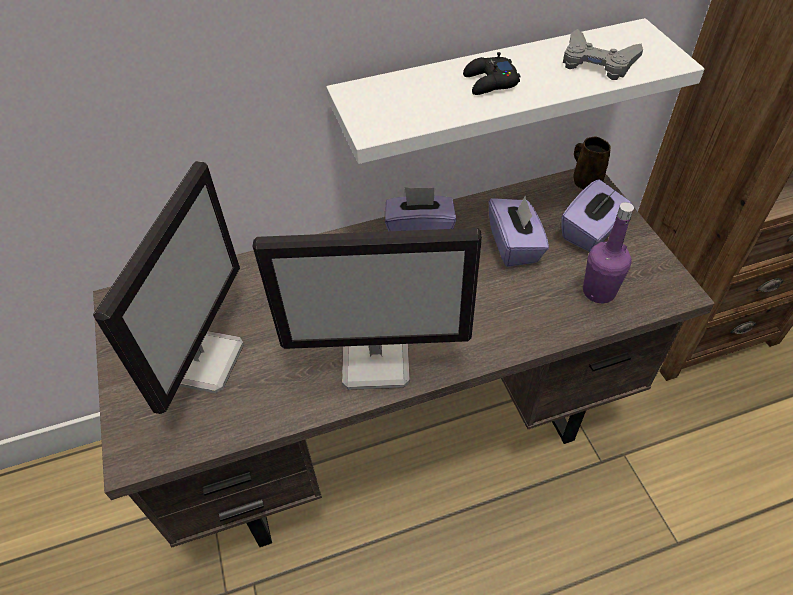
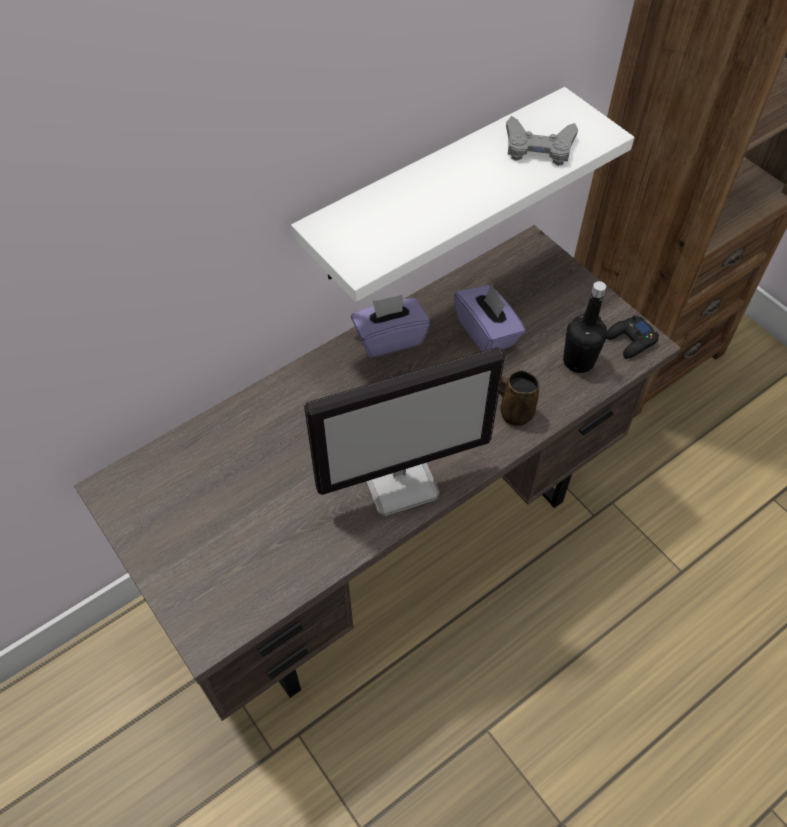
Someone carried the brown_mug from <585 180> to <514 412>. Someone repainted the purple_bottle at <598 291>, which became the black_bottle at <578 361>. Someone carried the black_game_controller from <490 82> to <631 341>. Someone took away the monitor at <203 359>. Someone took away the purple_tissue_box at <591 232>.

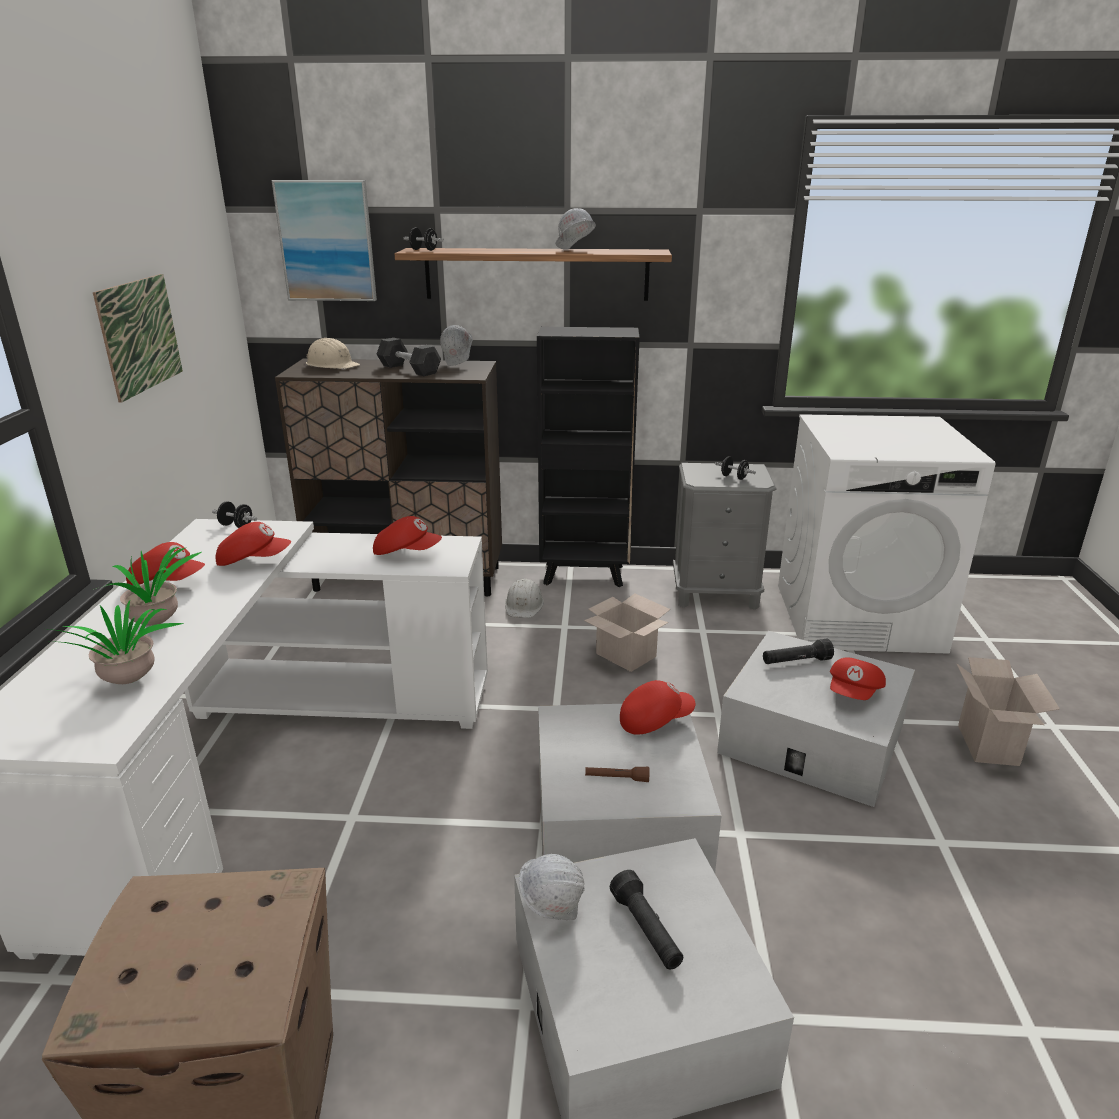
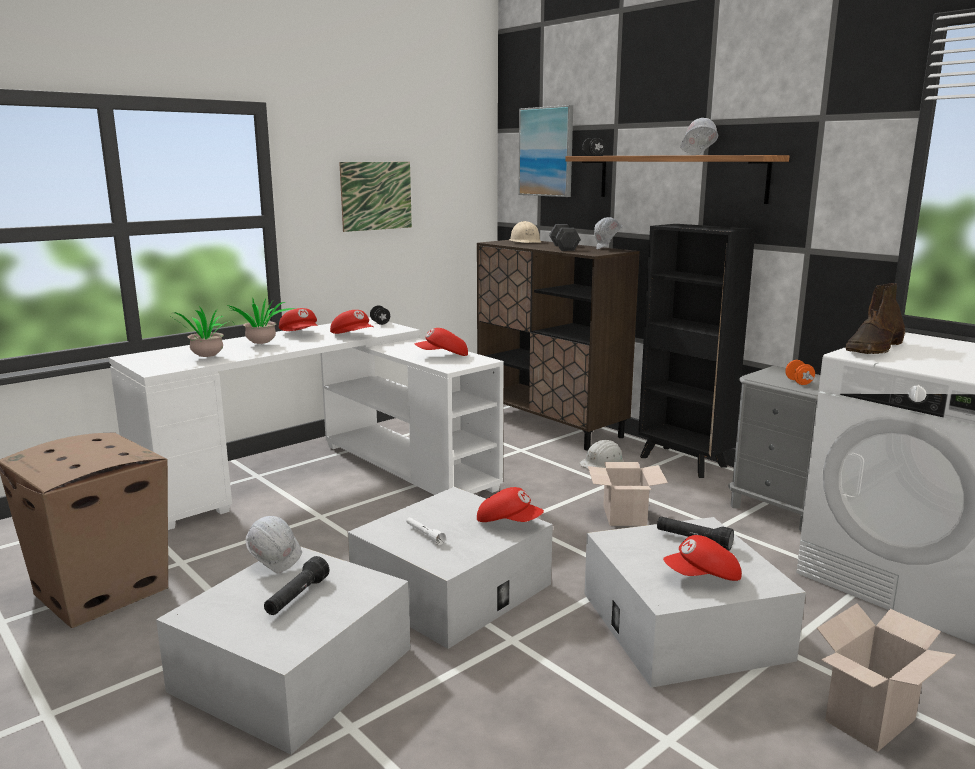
Someone repainted the brown_flashlight at <617 778>, which became the white_flashlight at <424 535>. Someone rotated the red_cap at <407 552> by 105 degrees clockwise. Someone repainted the black_dumbbell at <734 477>, which became the orange_dumbbell at <798 382>. Someone put down the brown_boot at <874 349>.

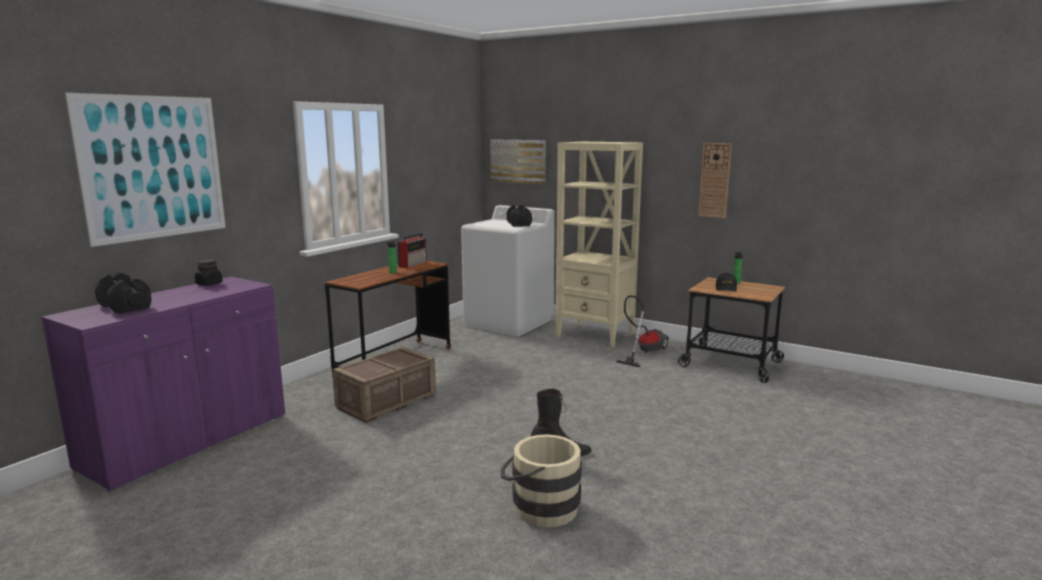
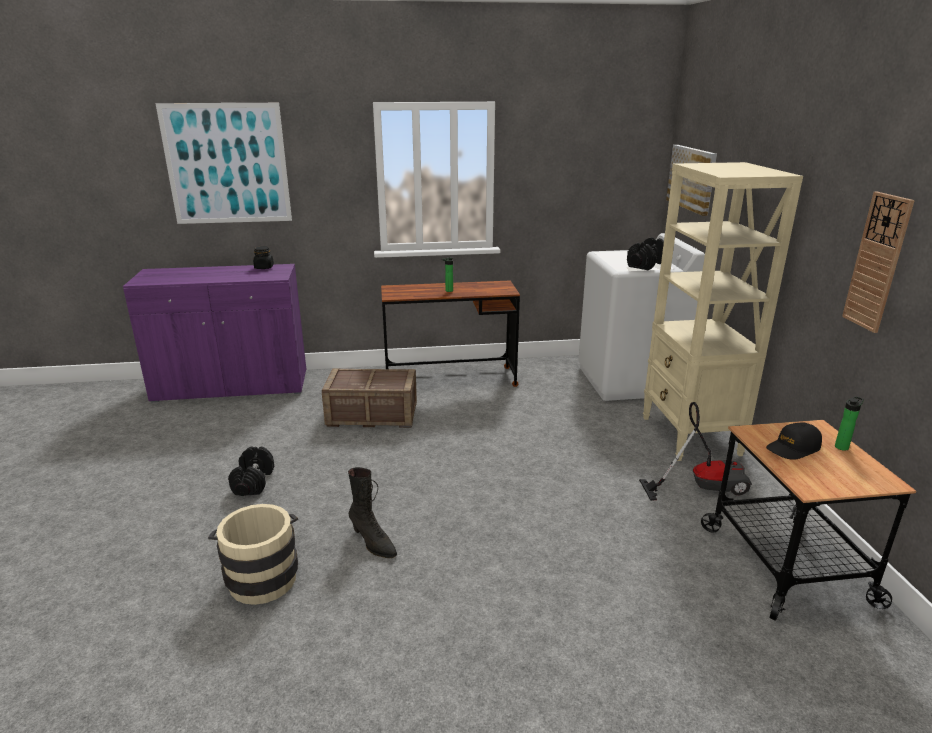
Someone carried the black_dumbbell from <124 307> to <253 482>. Someone took away the radio at <413 264>.

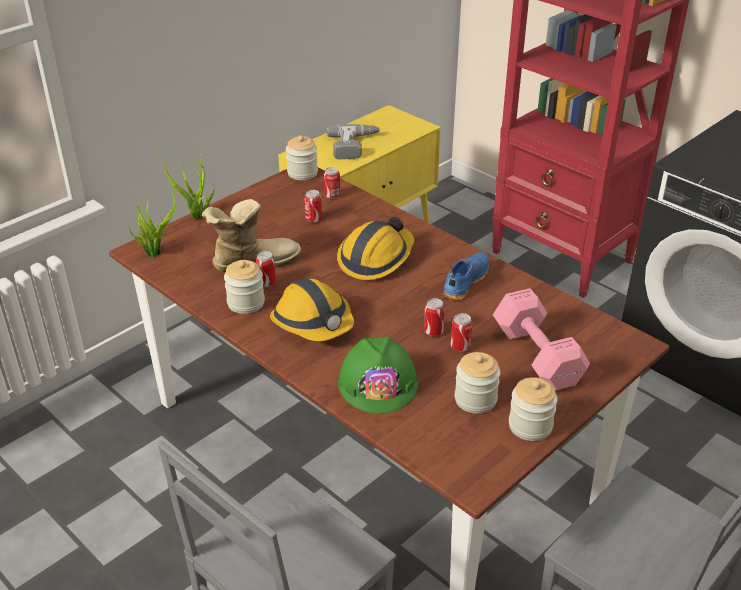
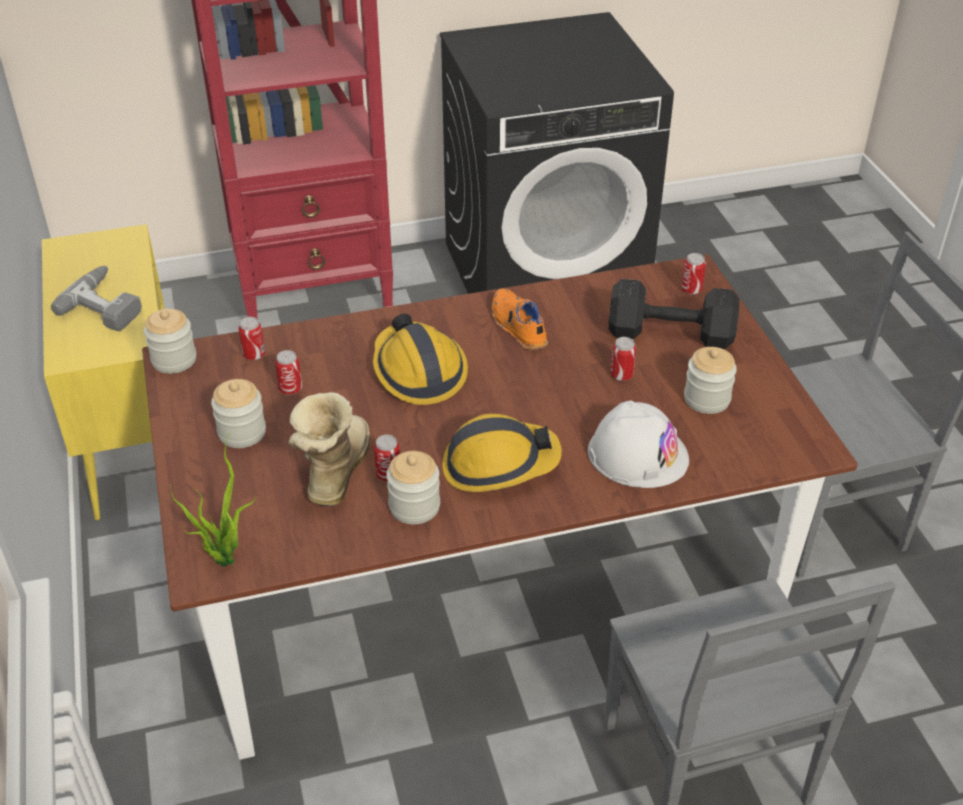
Someone carried the jar from <530 426> to <242 432>. Someone repainted the blue_shoe at <464 282>, which became the orange_shoe at <517 327>. Someone repainted the green_hard_hat at <378 383>, which became the white_hard_hat at <637 454>. Someone repainted the pink_dumbbell at <536 354>, which became the black_dumbbell at <667 333>. Someone carried the can from <433 331> to <691 290>. Someone took away the potted_plant at <197 217>.

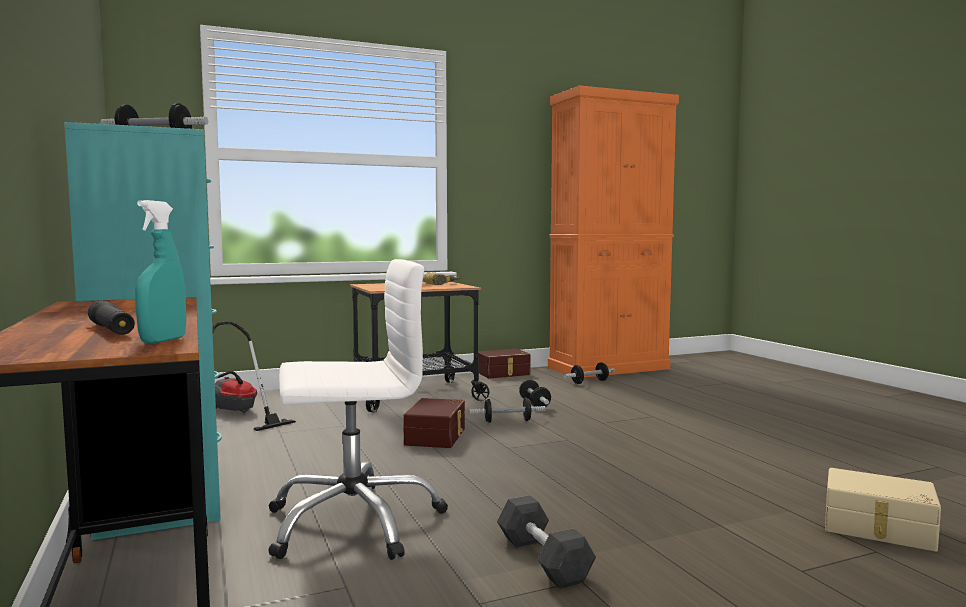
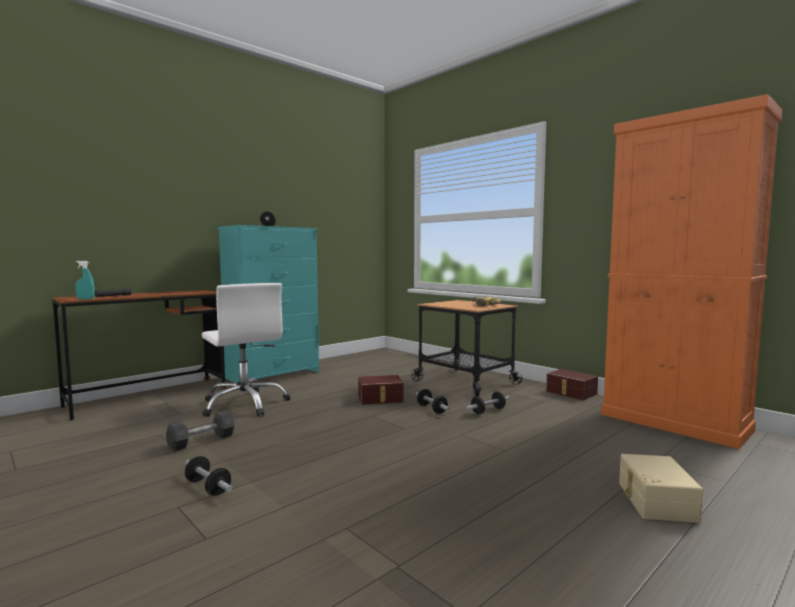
Someone carried the dumbbell from <589 382> to <208 487>. Someone carried the beige_storage_box from <878 528> to <654 501>. Someone took away the vacuum_cleaner at <238 414>.

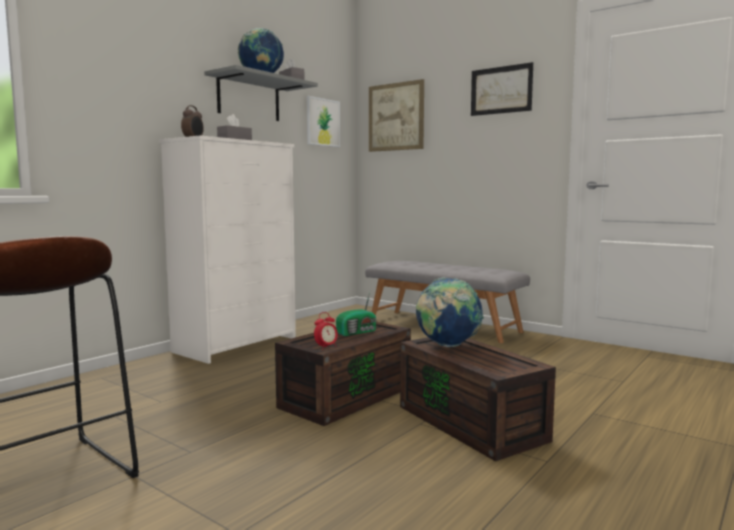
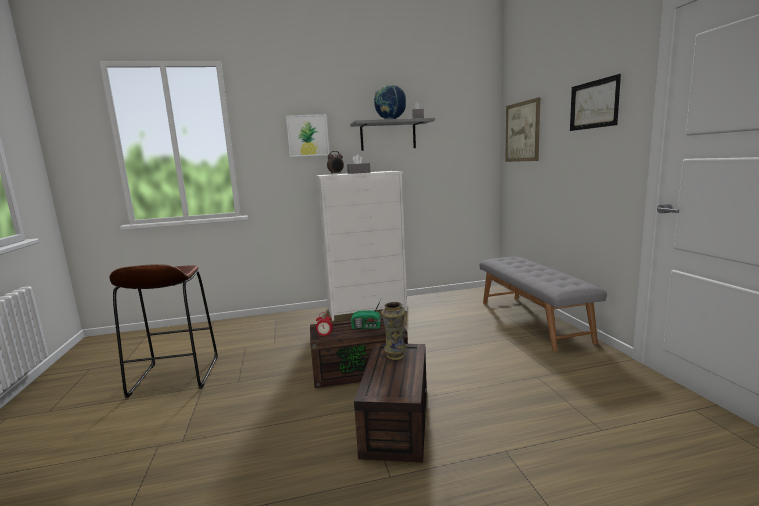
Someone carried the picture from <322 122> to <308 135>. Someone swapped the globe at <447 346> for the vase at <395 356>.

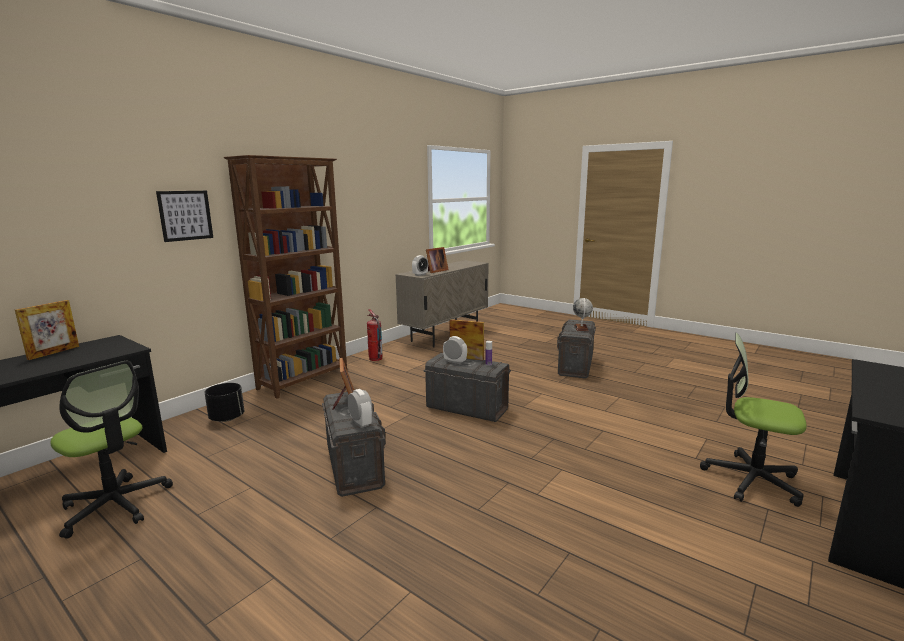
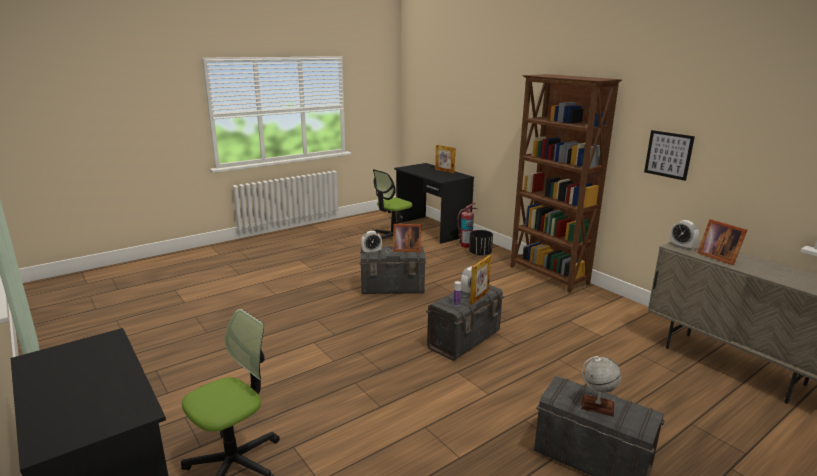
Someone carried the fire_extinguisher from <375 359> to <465 245>. Someone carried the picture from <185 215> to <668 154>.

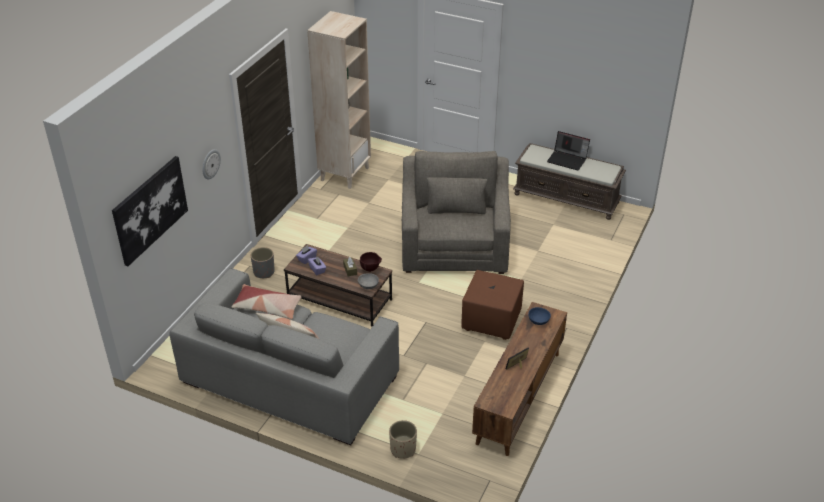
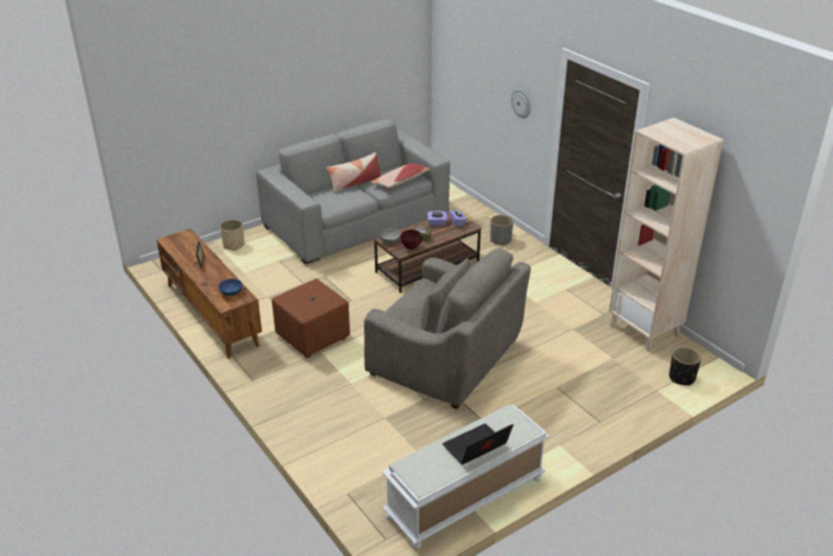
Someone repainted the brown_bench at <567 198>, which became the white_bench at <465 498>. Someone put down the black_planter at <682 378>. Someone took away the picture at <150 209>.

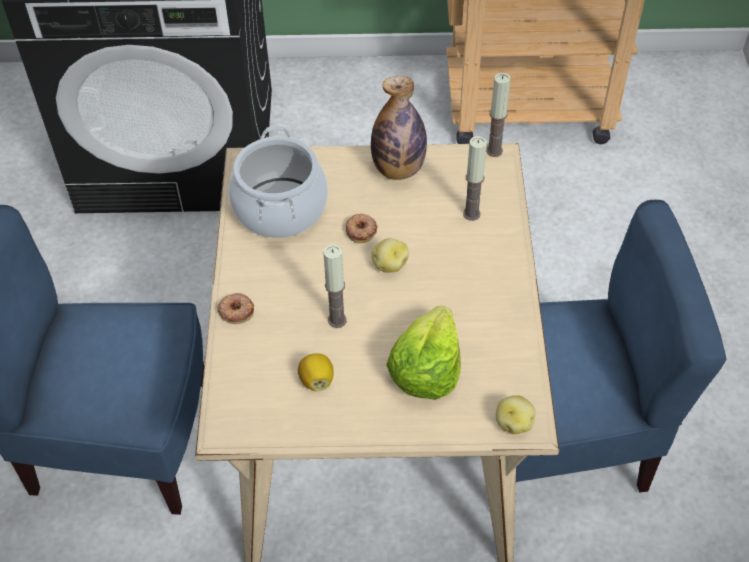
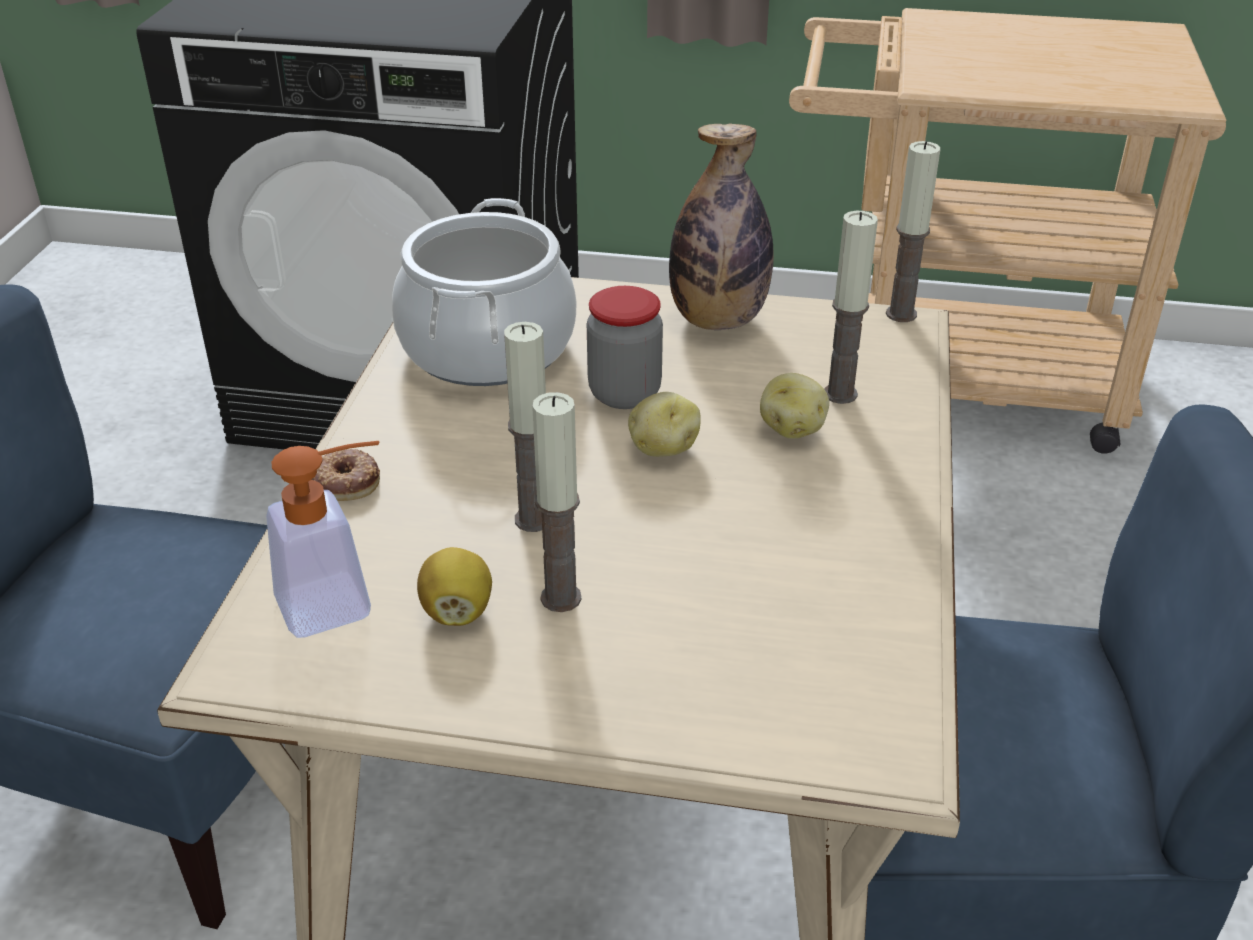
Someone put down the soap_dispenser at <341 601>. Someone put down the candle at <561 598>. Someone swapped the donut at <361 230> for the jar at <624 394>. Someone carried the potato from <514 422> to <792 428>. Someone took away the lettuce at <426 370>.

